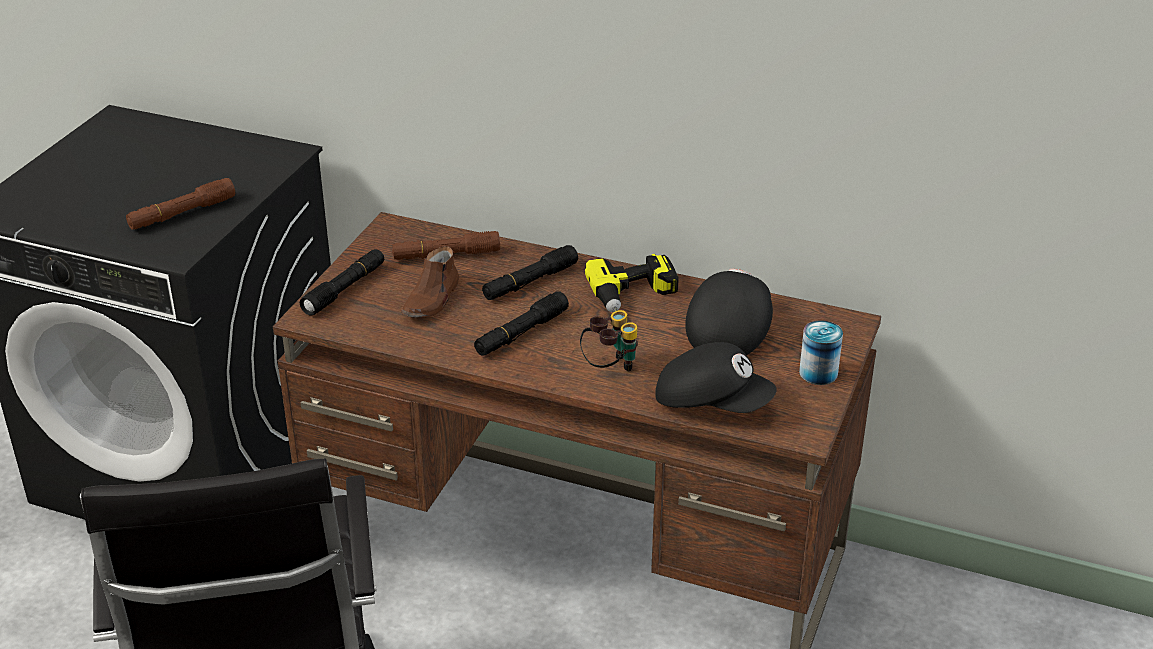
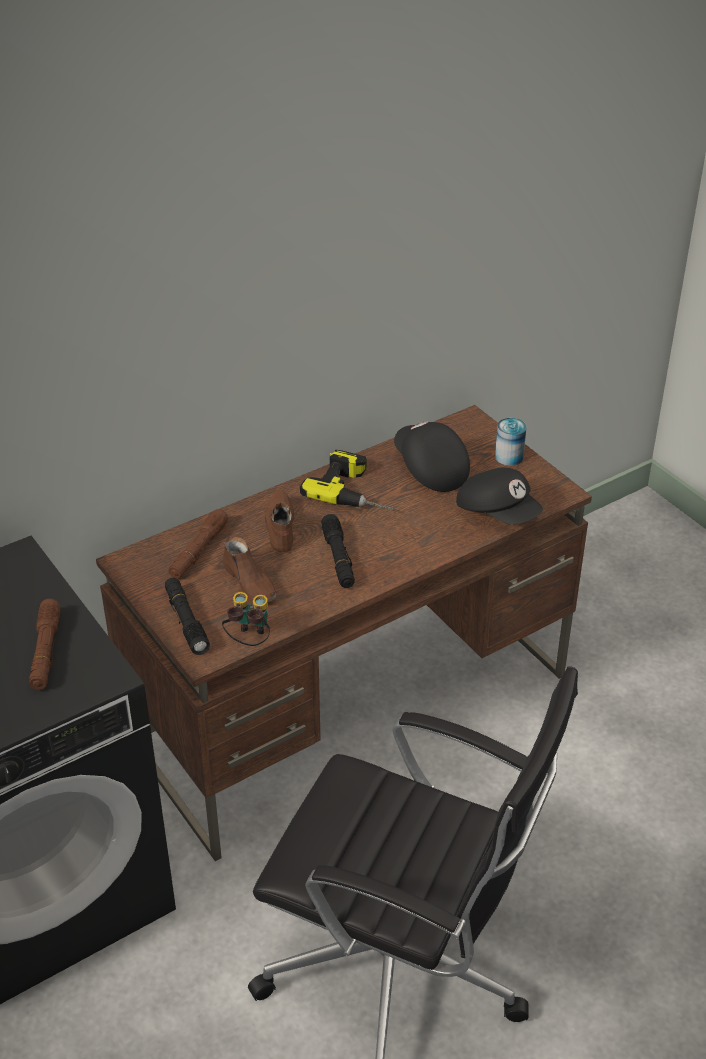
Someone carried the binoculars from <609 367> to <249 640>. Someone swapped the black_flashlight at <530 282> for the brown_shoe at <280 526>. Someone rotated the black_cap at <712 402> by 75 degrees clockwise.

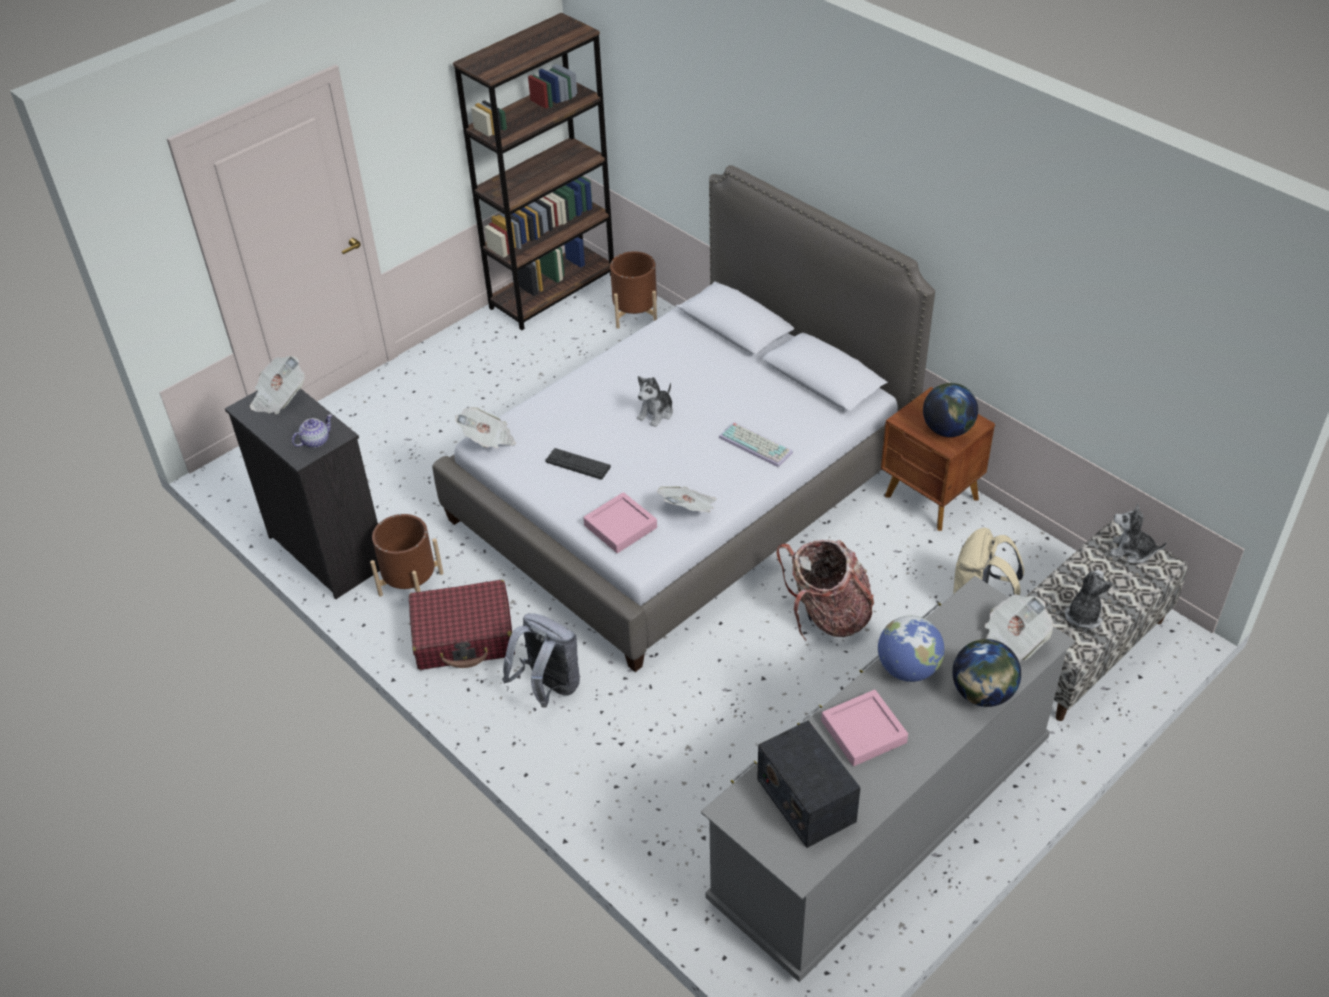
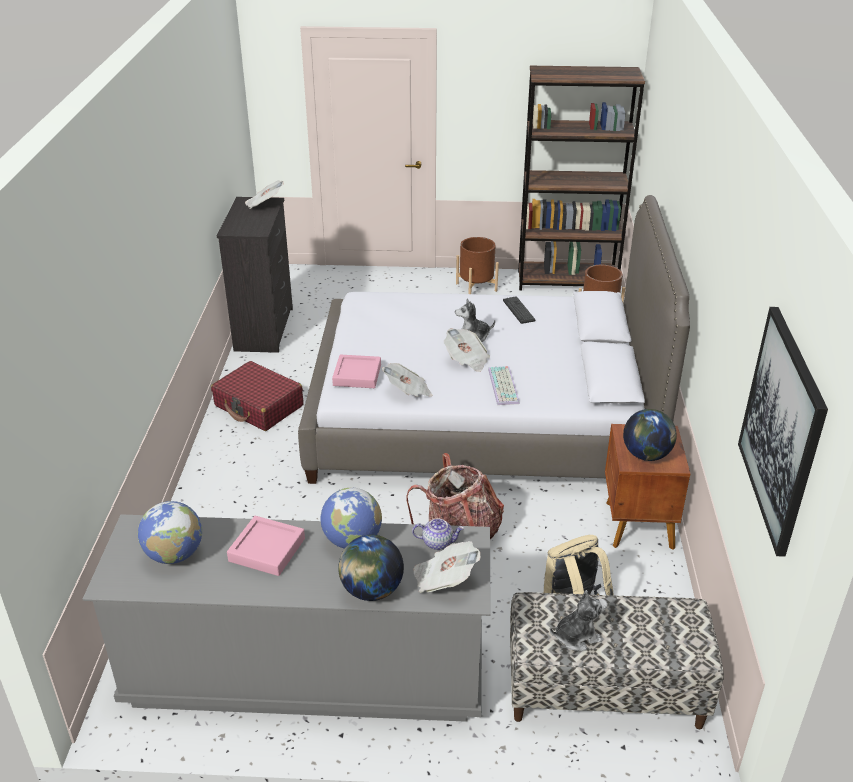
Someone swapped the radio at <805 800> for the globe at <174 555>. Someone carried the teapot from <315 441> to <438 542>. Someone carried the newspaper from <488 440> to <466 360>. Someone carried the brown_planter from <411 584> to <476 287>. Someone carried the keyboard from <578 464> to <518 310>. Someone put up the picture at <781 428>. Someone took away the grey_backpack at <548 687>. Someone took away the plush_toy at <1131 551>.

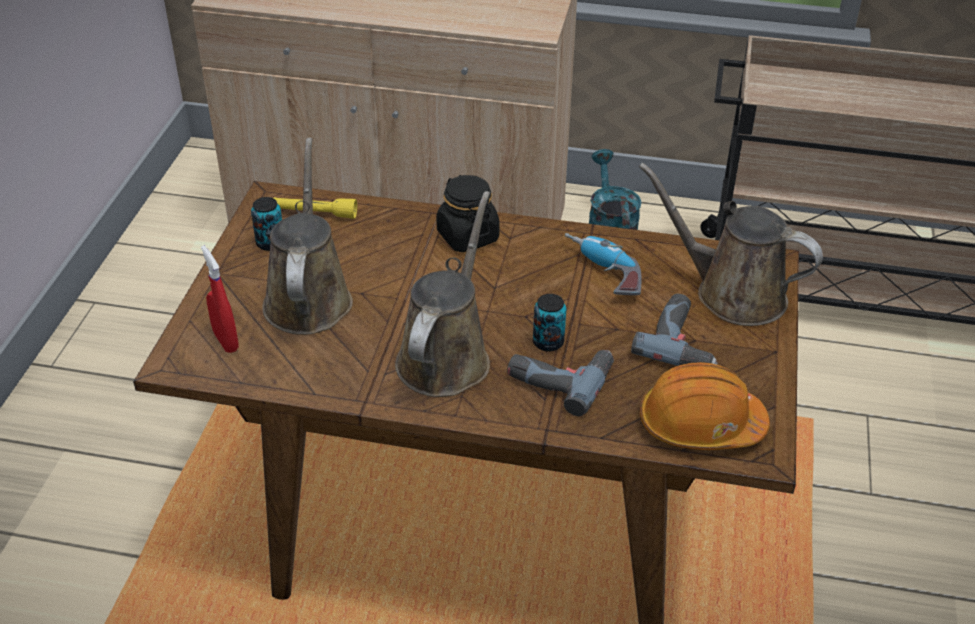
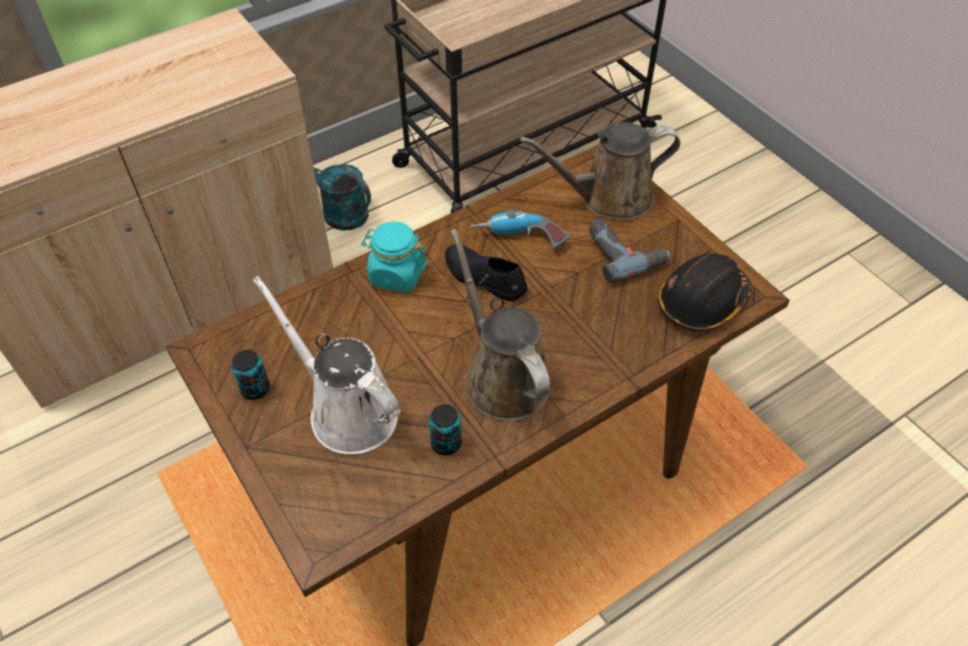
Someone repainted the brown_watering_can at <308 297>, which became the white_watering_can at <347 410>. Someone repainted the black_jar at <467 236>, which became the turquoise_jar at <396 275>. Someone carried the can from <548 342> to <446 443>. Someone put down the black_shoe at <484 277>. Someone repainted the orange_hard_hat at <700 425>, which became the black_hard_hat at <701 302>. Someone took away the red_spray_bottle at <226 341>. Someone took away the yellow_flashlight at <315 213>. Someone took away the power_drill at <560 377>.

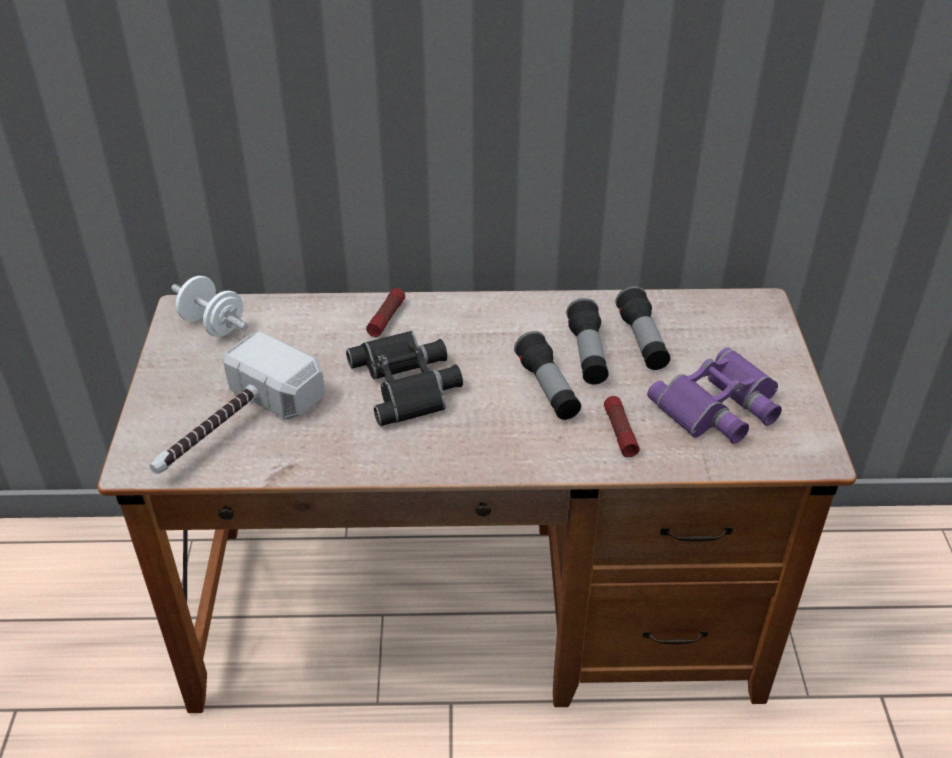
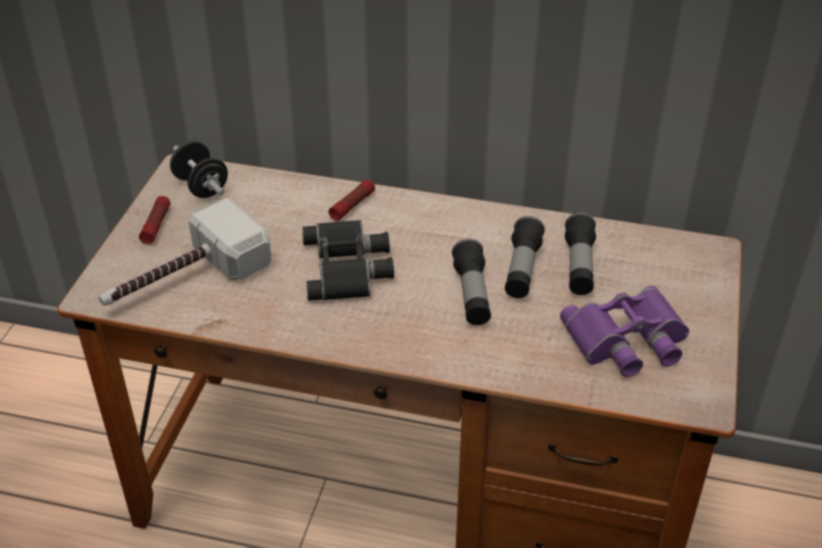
Someone carried the flashlight from <619 432> to <156 225>. Someone repainted the white_dumbbell at <213 325>, which became the black_dumbbell at <201 187>.

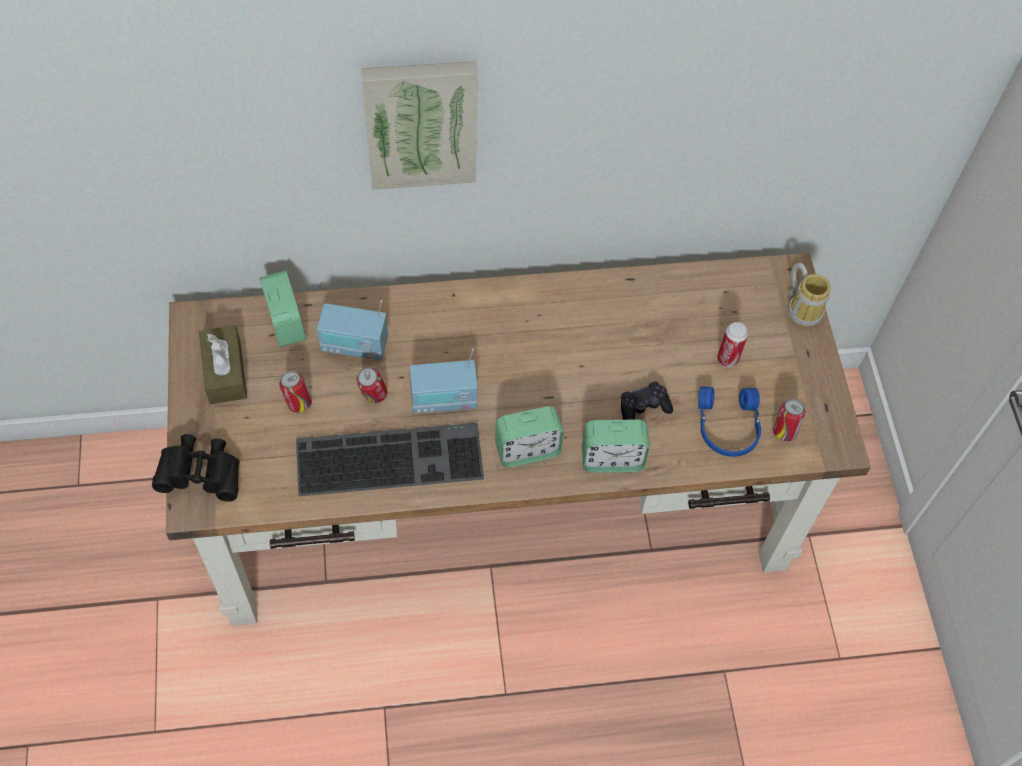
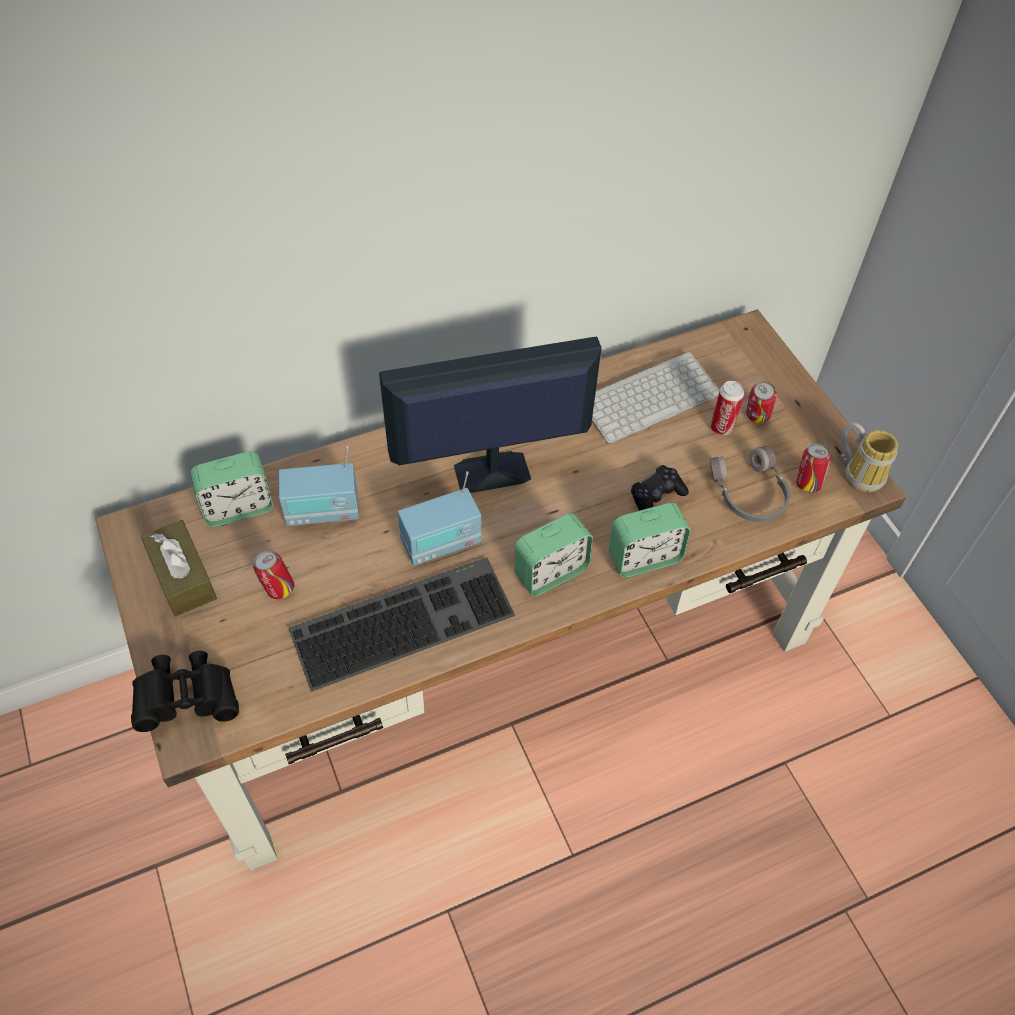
Someone rotated the alarm_clock at <286 323> by 105 degrees clockwise. Someone put down the monitor at <490 472>. Someone put down the keyboard at <649 396>. Someone repainted the blue_headphones at <726 426>, which became the grey_headphones at <748 494>. Someone carried the can from <373 396> to <756 417>. Someone carried the mug from <803 308> to <860 472>. Someone took away the picture at <420 122>.

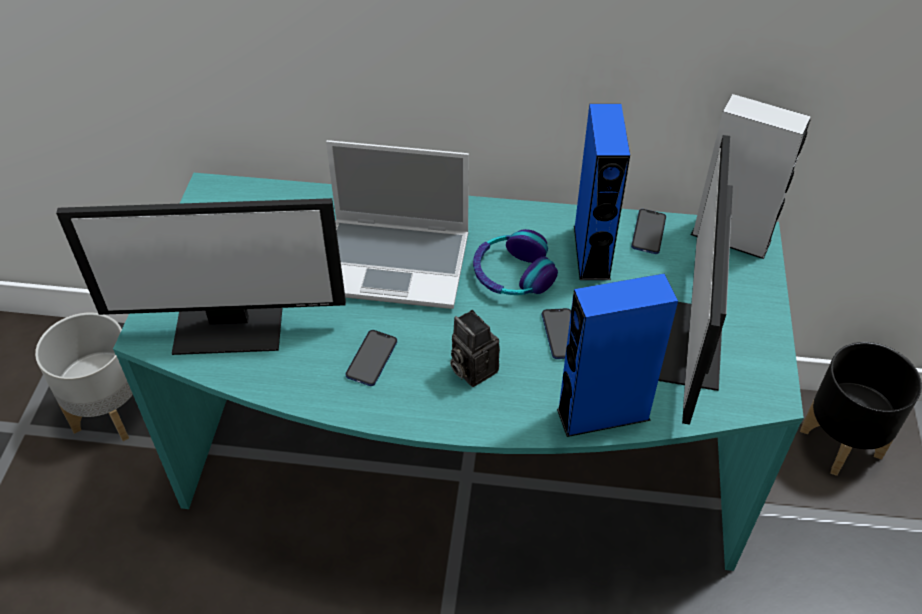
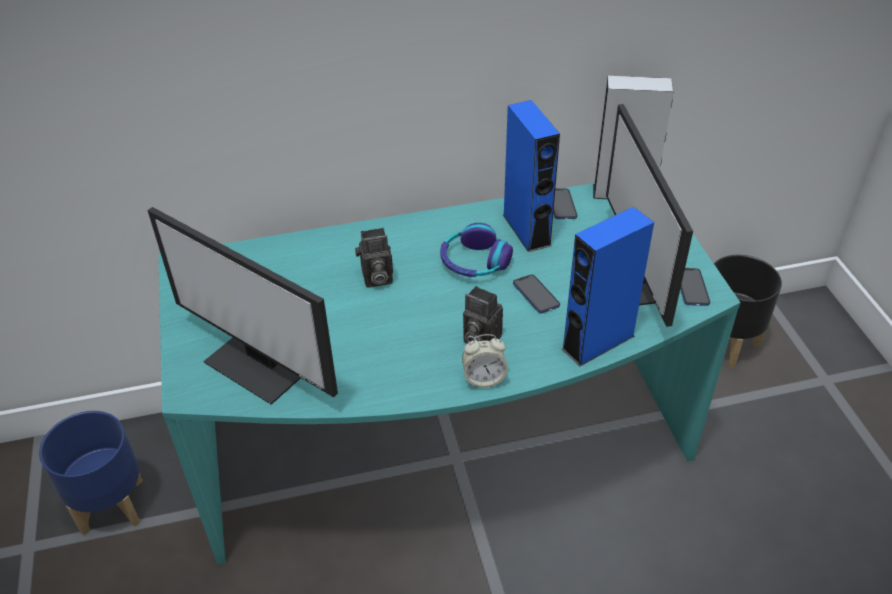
Someone repainted the grey_planter at <111 412>, which became the blue_planter at <112 505>. Someone rotated the monitor at <230 326> by 60 degrees clockwise. Someone swapped the laptop at <396 263> for the photo_camera at <375 279>. Someone put down the alarm_clock at <484 378>. Someone carried the phone from <372 359> to <692 288>.

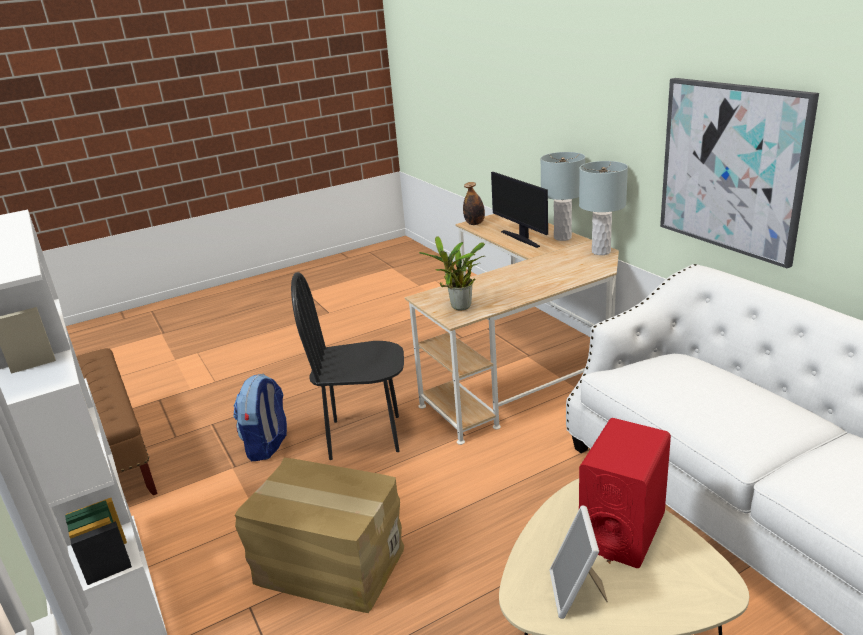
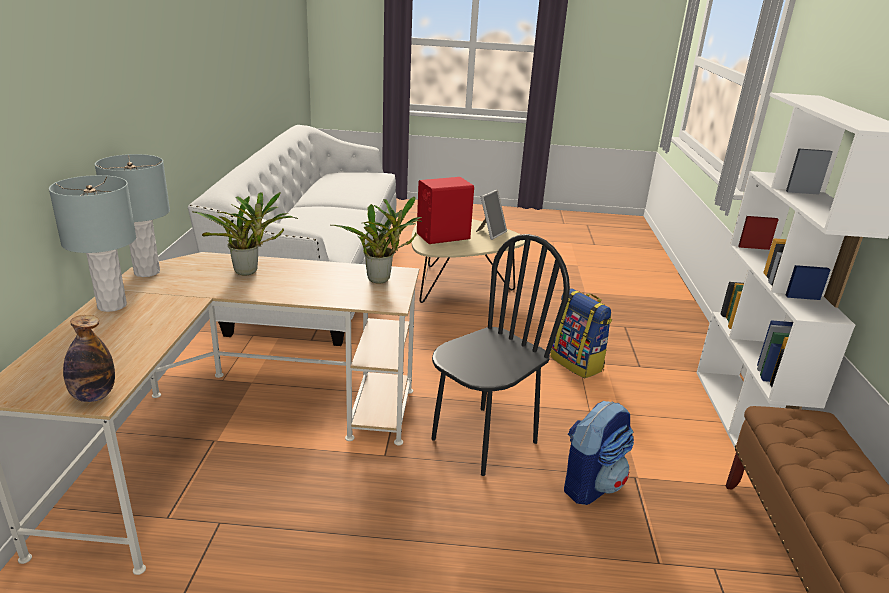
Someone put down the potted_plant at <249 272>. Someone rotated the black_chair at <365 436> by 75 degrees counterclockwise. Someone swapped the cardboard_box at <329 565> for the backpack at <577 363>. Someone took away the monitor at <521 238>. Someone took away the picture at <731 168>.

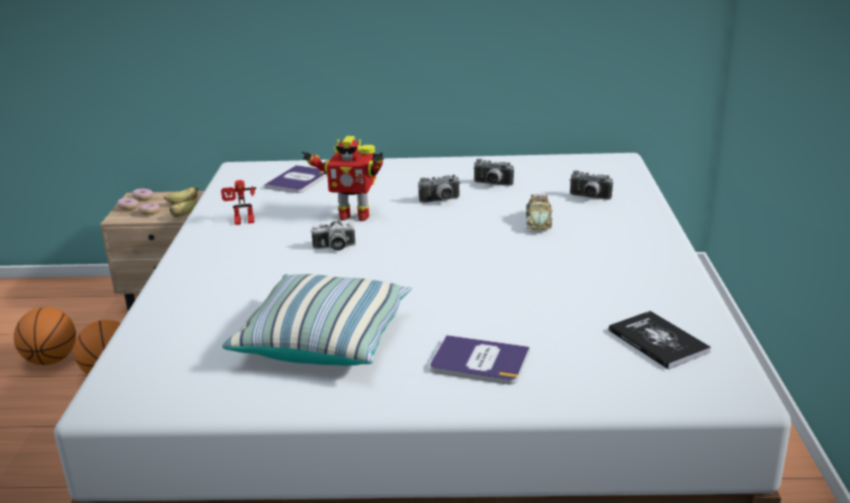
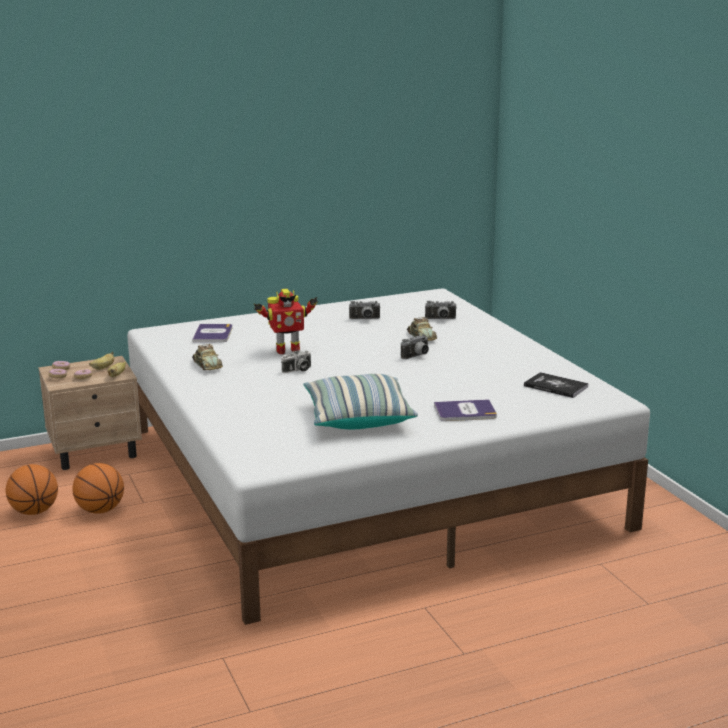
Someone swapped the toy_robot at <242 222> for the toy_car at <207 365>. Someone carried the photo_camera from <441 201> to <417 356>.

